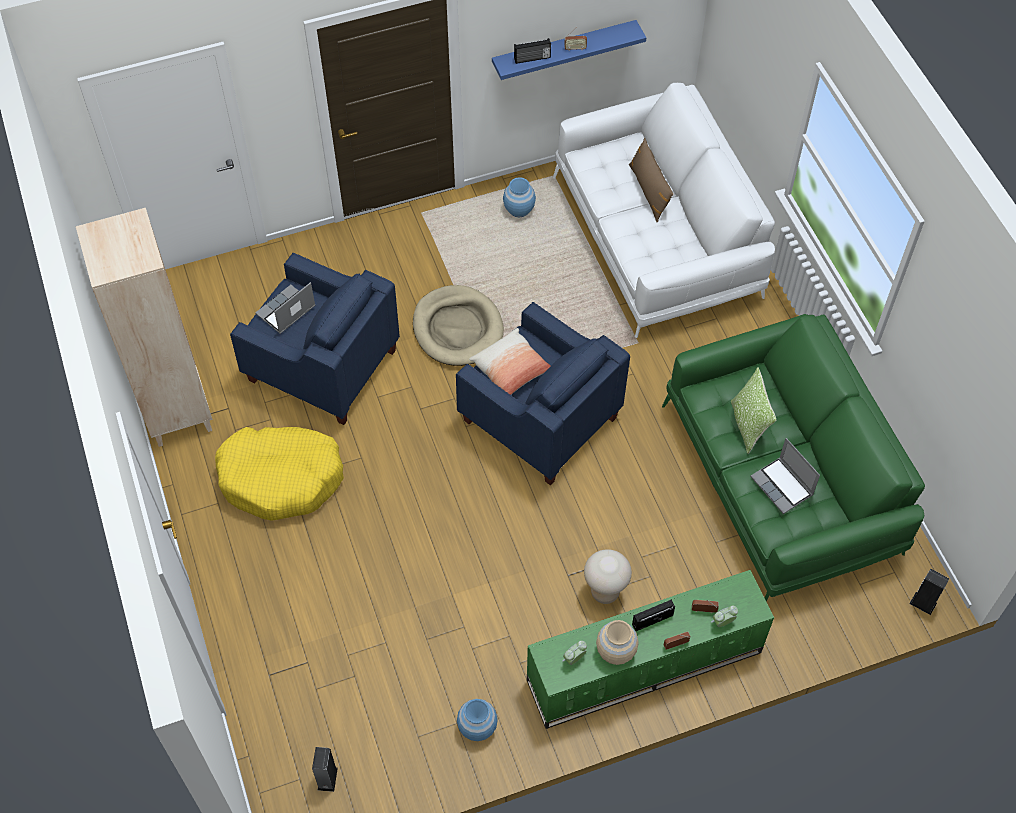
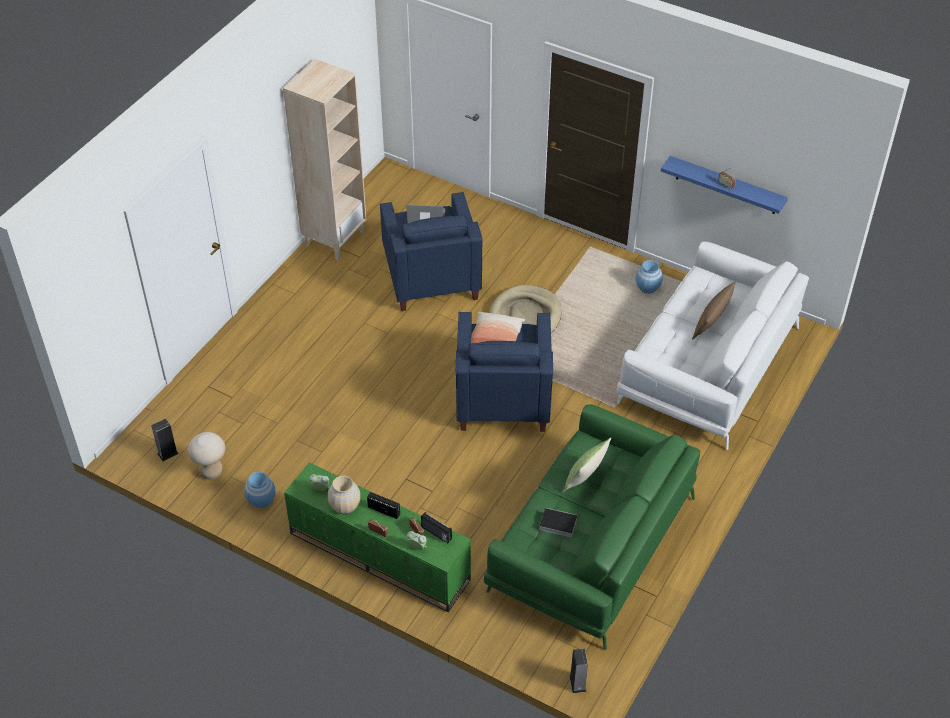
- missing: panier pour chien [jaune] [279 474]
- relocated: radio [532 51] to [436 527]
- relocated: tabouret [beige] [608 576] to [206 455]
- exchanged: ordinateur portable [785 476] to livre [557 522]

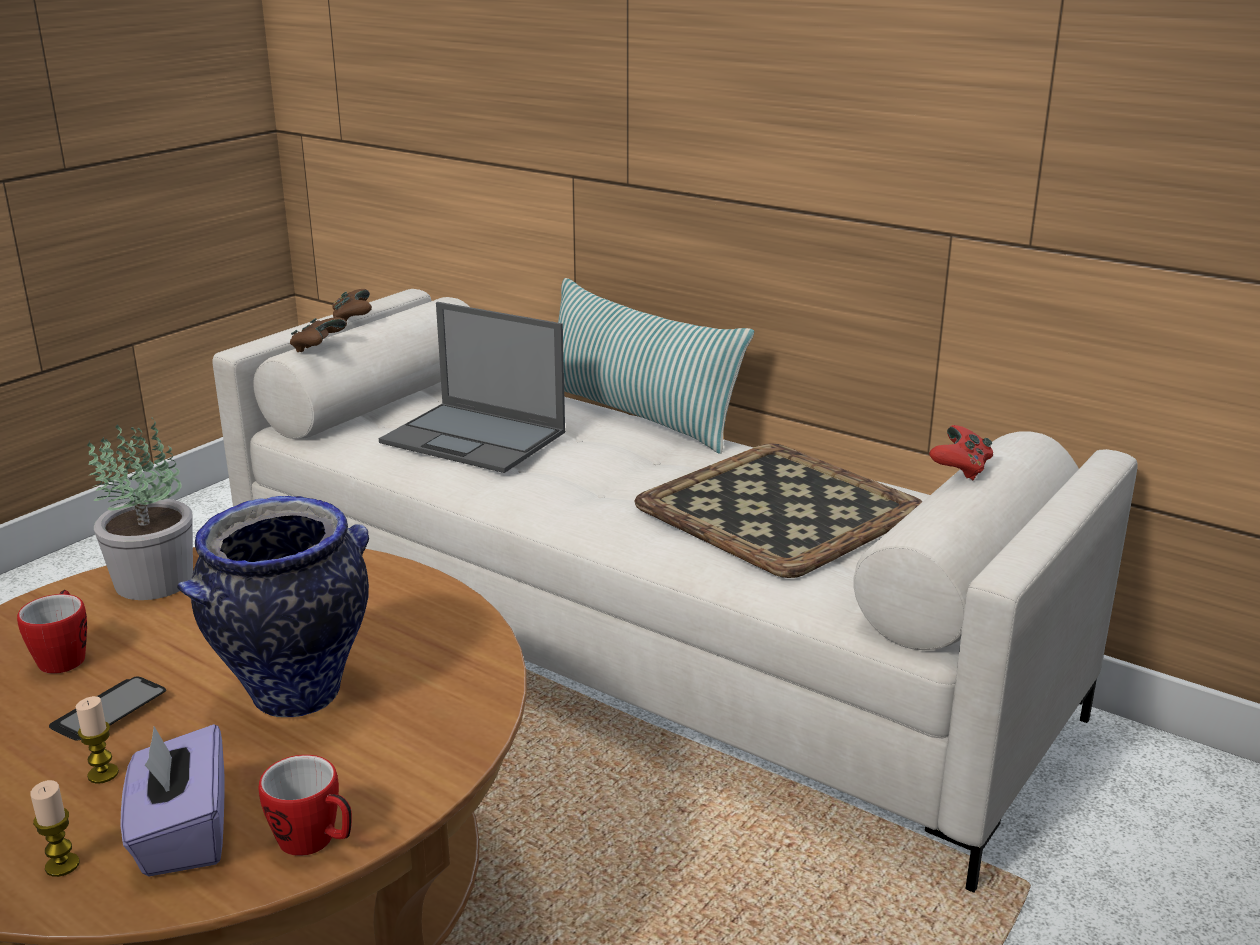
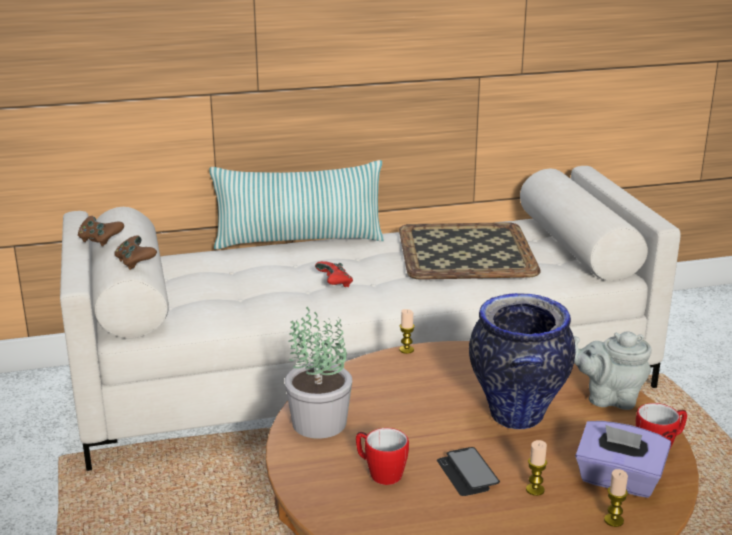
- missing: ordinateur portable [472 387]
- relocated: manette [rouge] [961 452] to [334 274]
- appeared: bougie [407 331]
- appeared: théière [gris] [612 371]

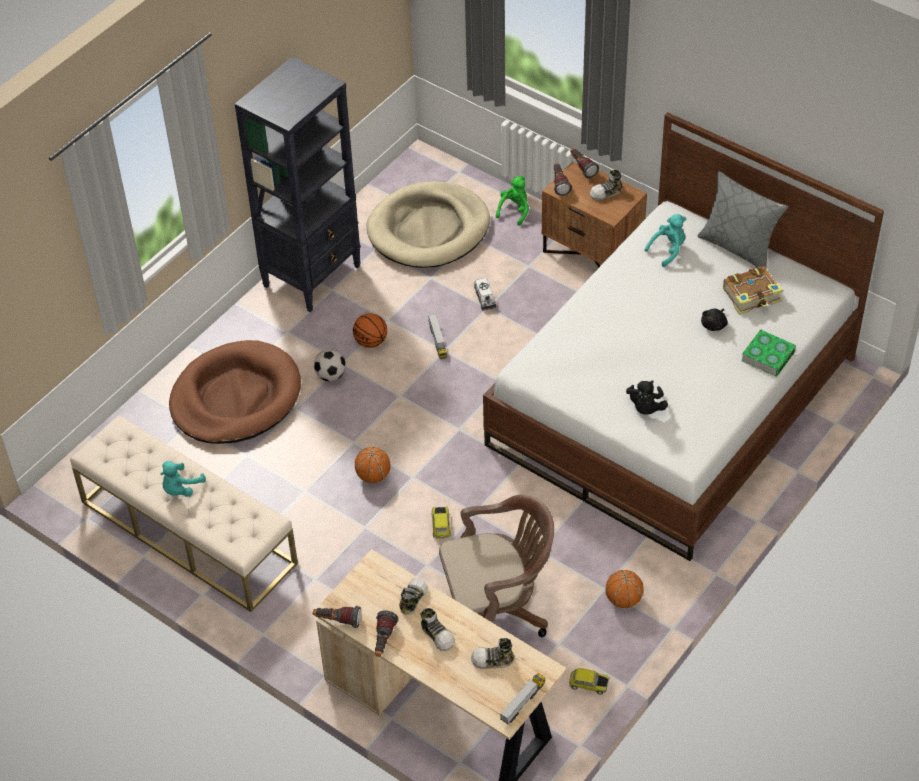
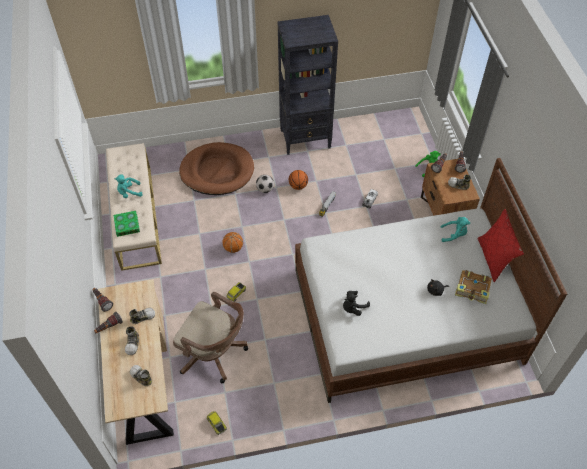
- missing: panier pour chien [beige] [428 224]
- missing: camion jouet [522 698]
- missing: ballon de basket [624 589]
- colour: coussin [gris] [743 219] to coussin [rouge] [501 245]
- relocated: livre [768 353] to [126 224]

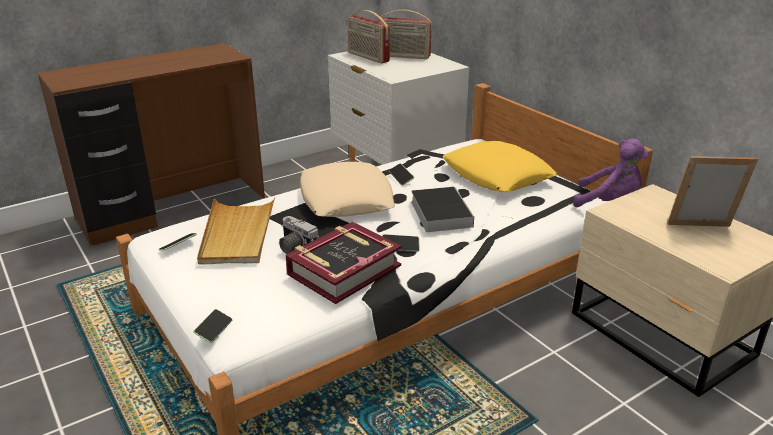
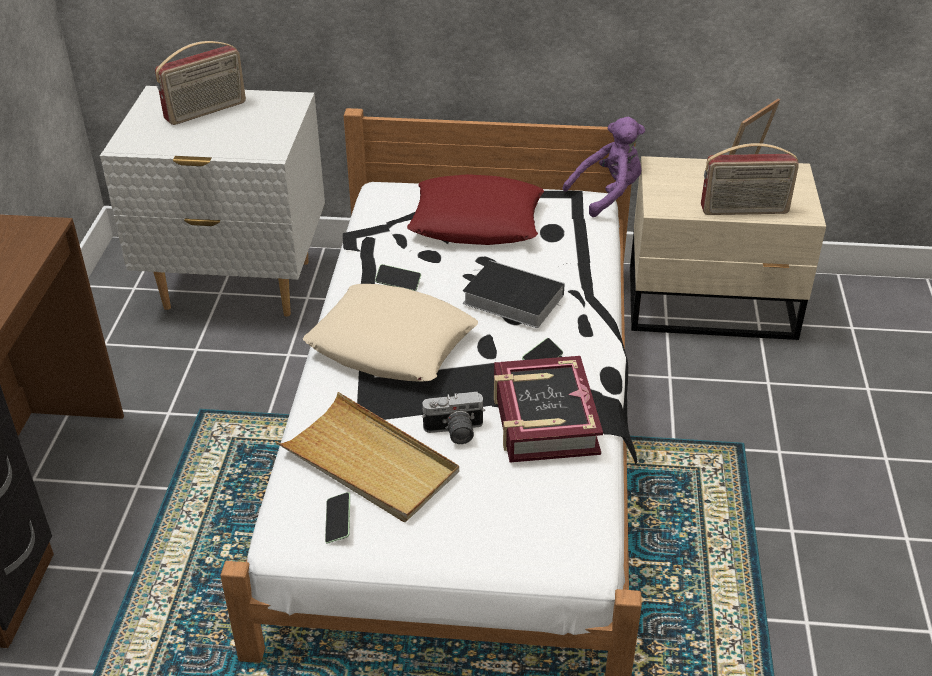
- missing: téléphone [212 326]
- relocated: radio [368 36] to [750 179]
- colour: coussin [jaune] [500 166] to coussin [rouge] [475 209]

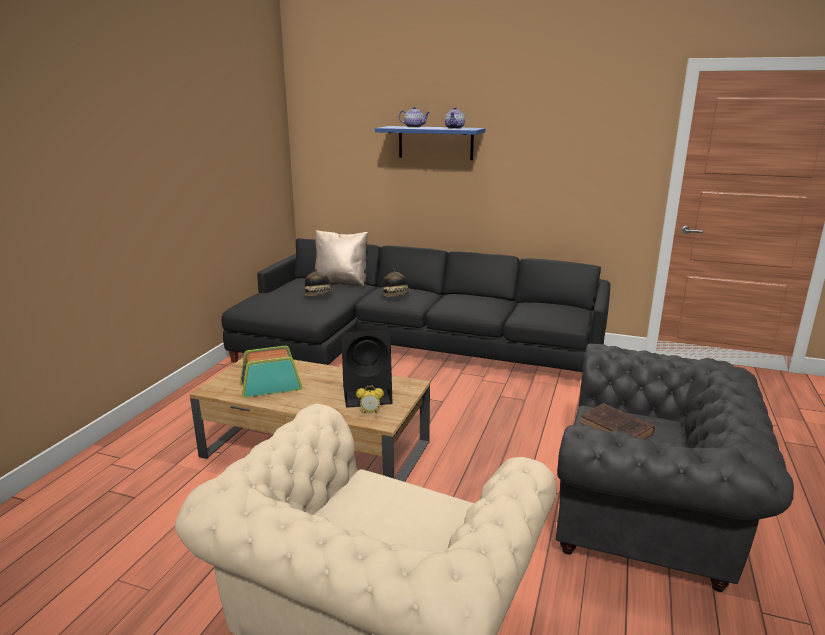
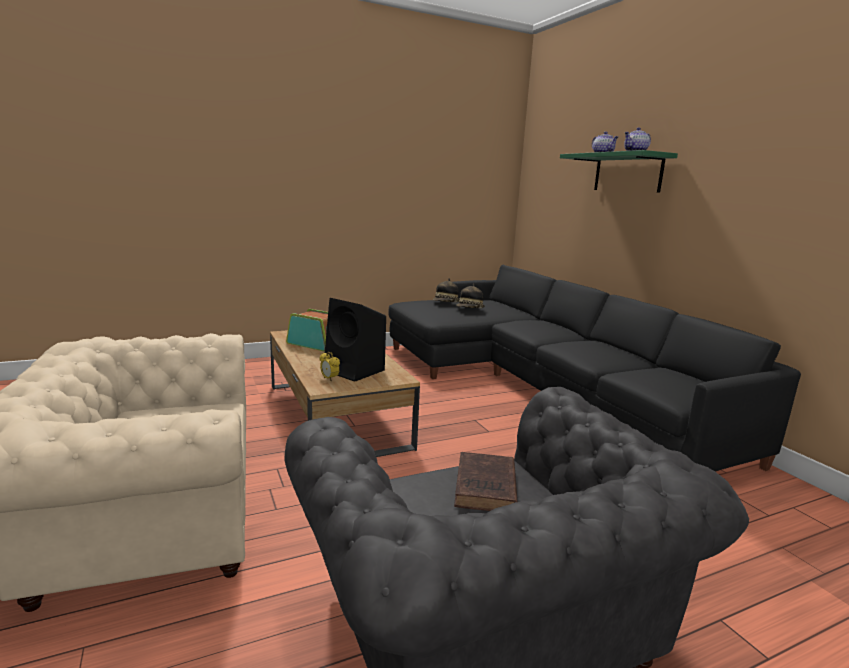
- missing: coussin [beige] [341 258]
- colour: étagère [bleu] [430 143] to étagère [vert] [619 171]
- relocated: chapeau [396 283] to [446 290]

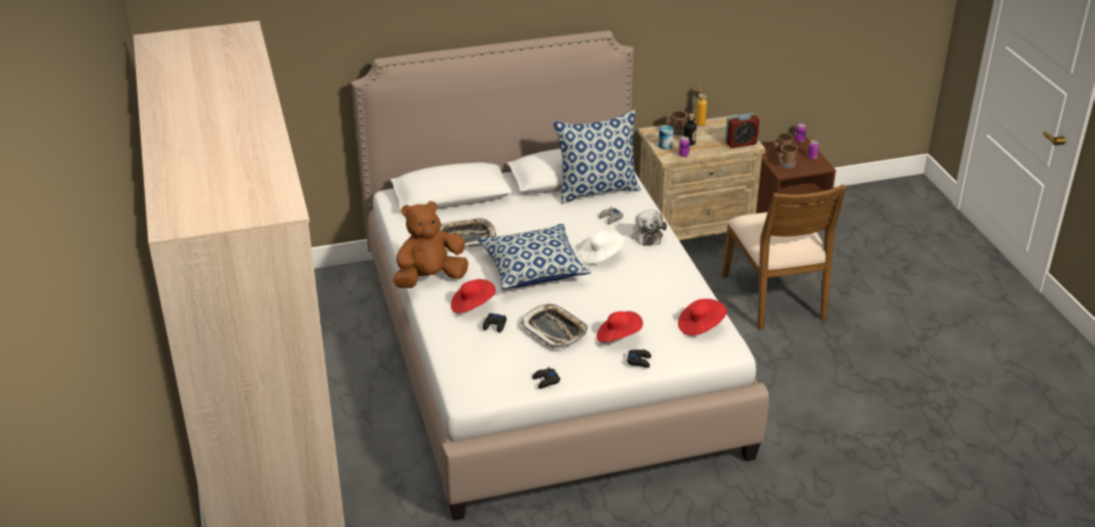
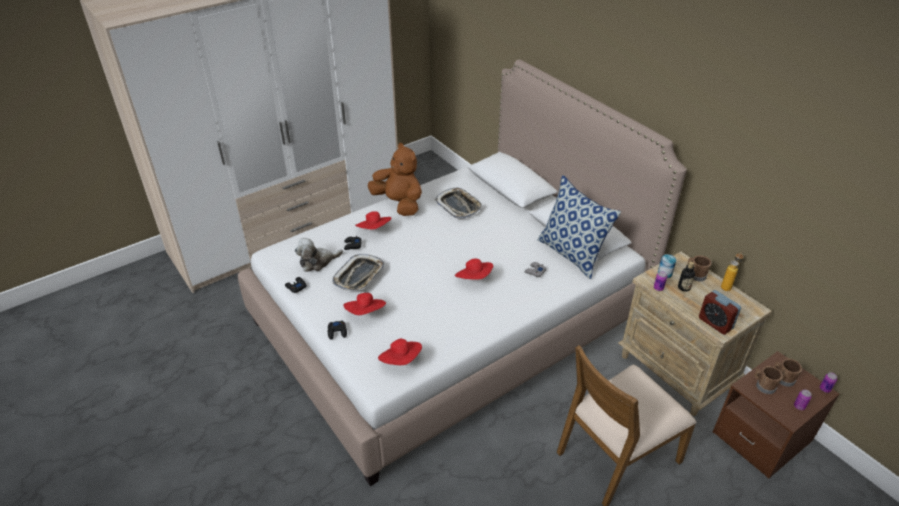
- missing: coussin [535 257]
- colour: chapeau [blanc] [602 247] to chapeau [rouge] [474 269]
- relocated: peluche [649 228] to [319 255]

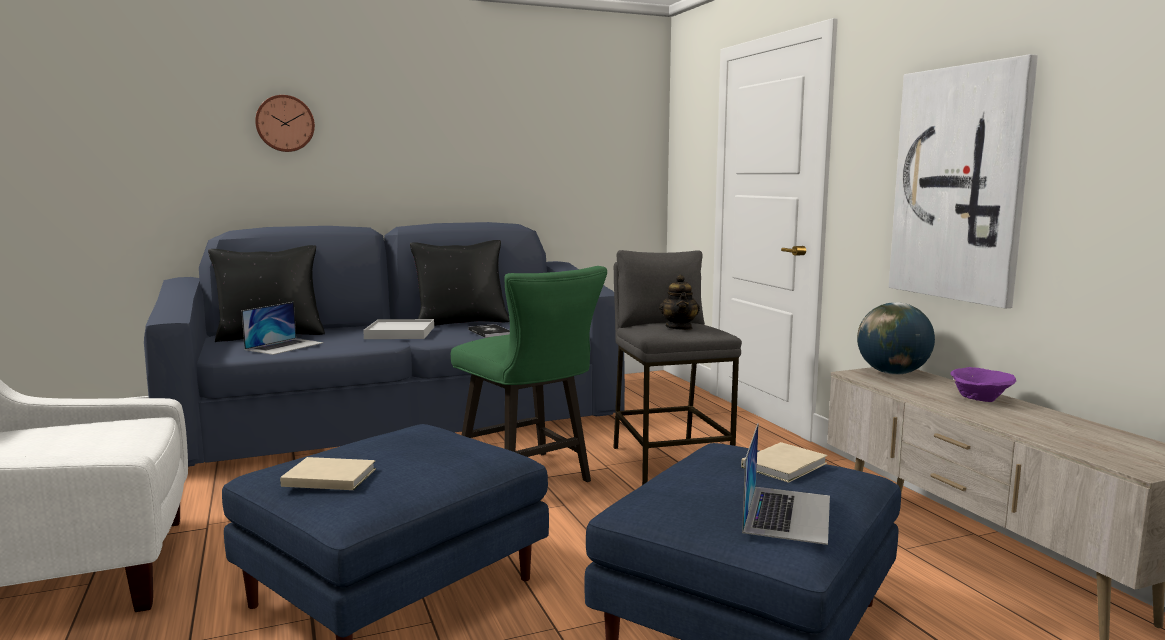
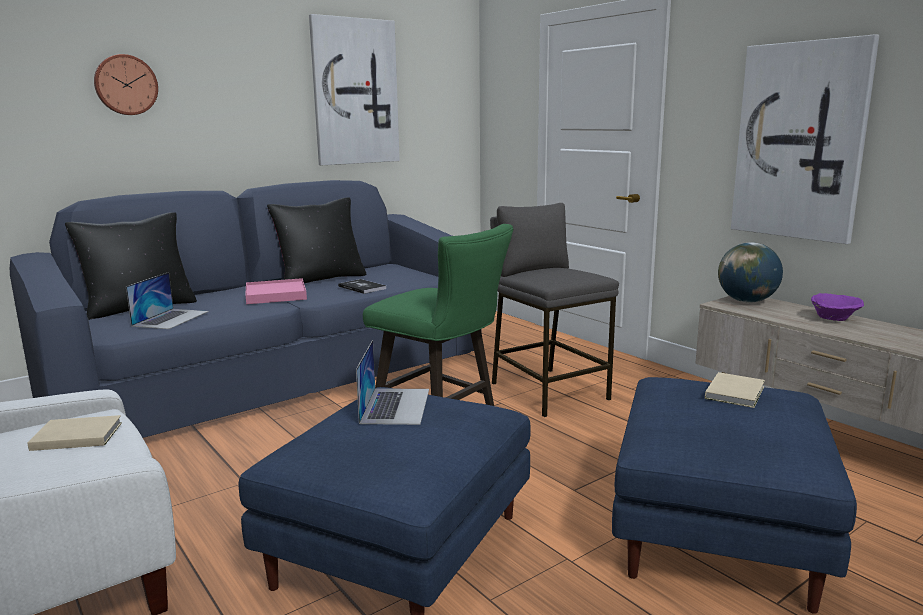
- relocated: livre [beige] [328 473] to [74 433]
- colour: plateau [blanc] [398 329] to plateau [rose] [276 291]
- missing: théière [679 302]
- relocated: ordinateur portable [786 484] to [392 382]
- appeared: tableau [354 89]

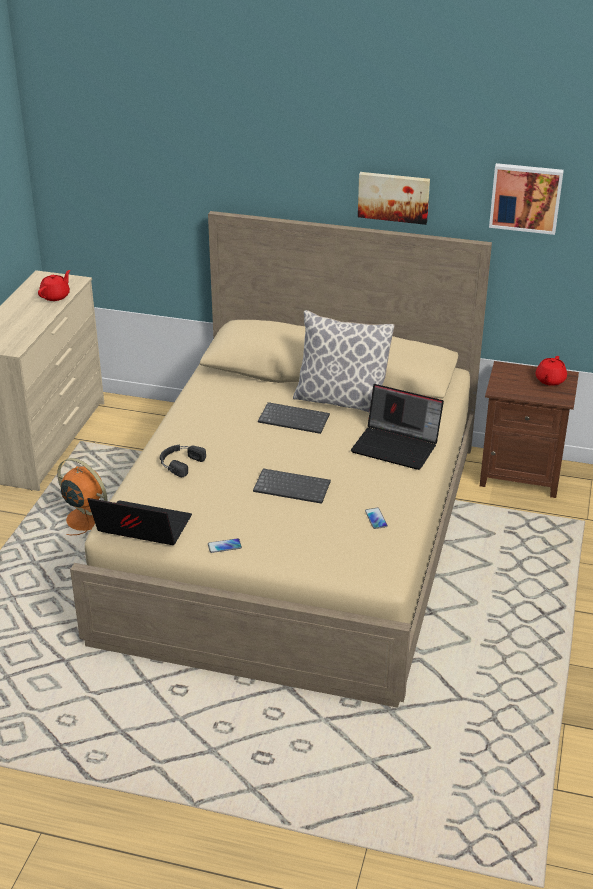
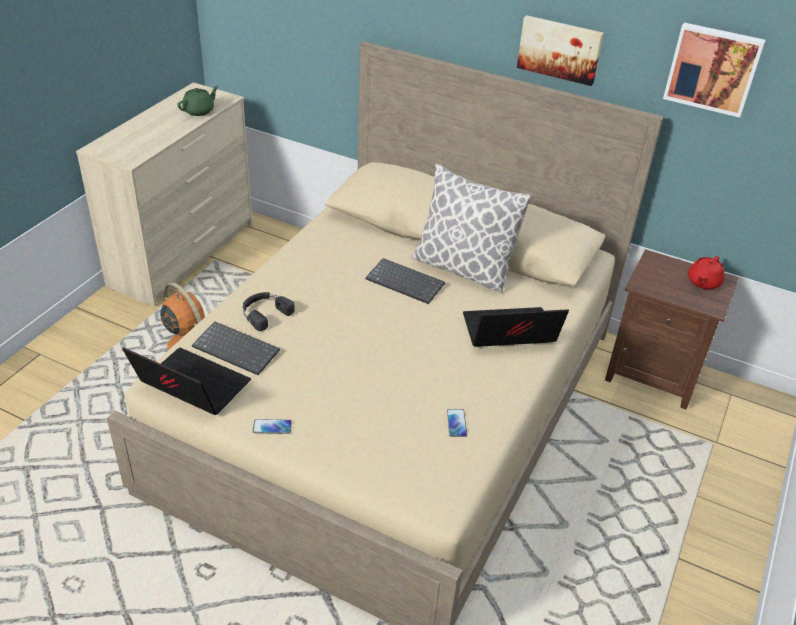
- colour: théière [rouge] [54 285] to théière [vert] [198 101]
- relocated: clavier [292 486] to [236 348]
- spun: ordinateur portable [397 427] = [516 327] 135 degrees clockwise

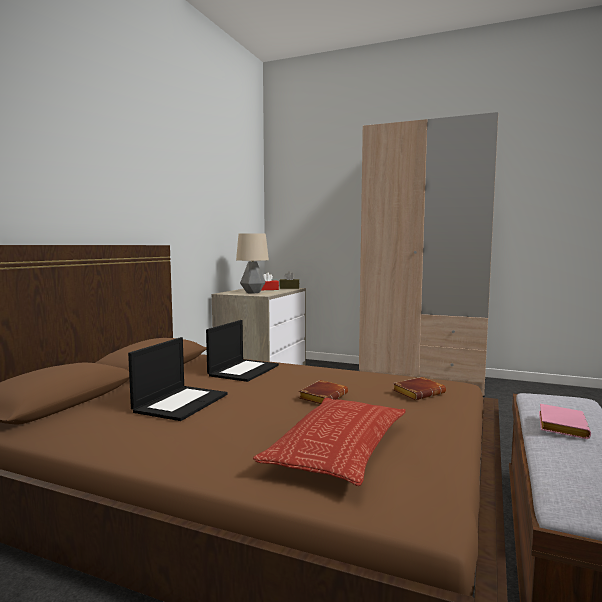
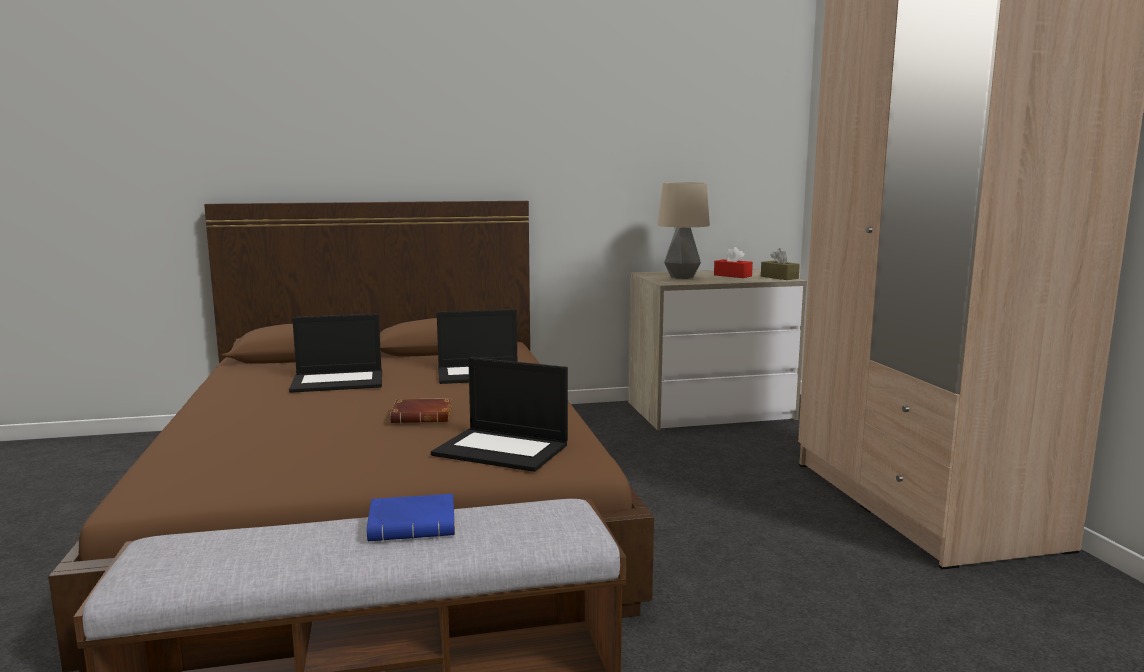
- missing: coussin [329 442]
- exchanged: livre [marron] [419 388] to ordinateur portable [499 414]
- colour: livre [rose] [565 421] to livre [bleu] [411 517]

